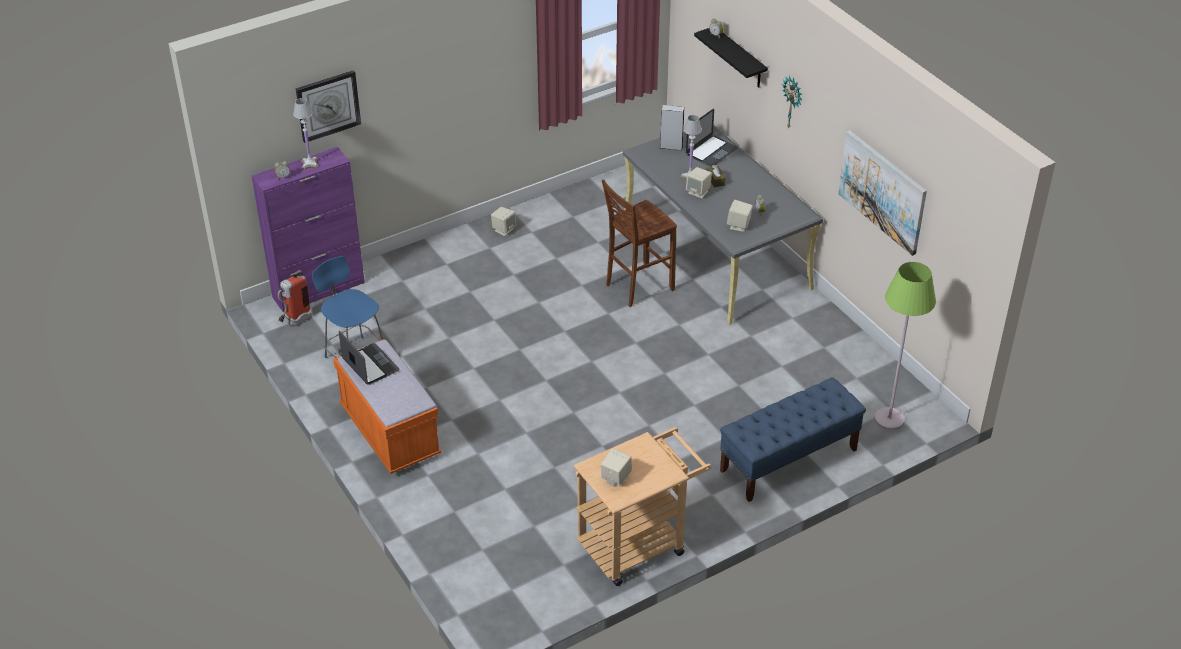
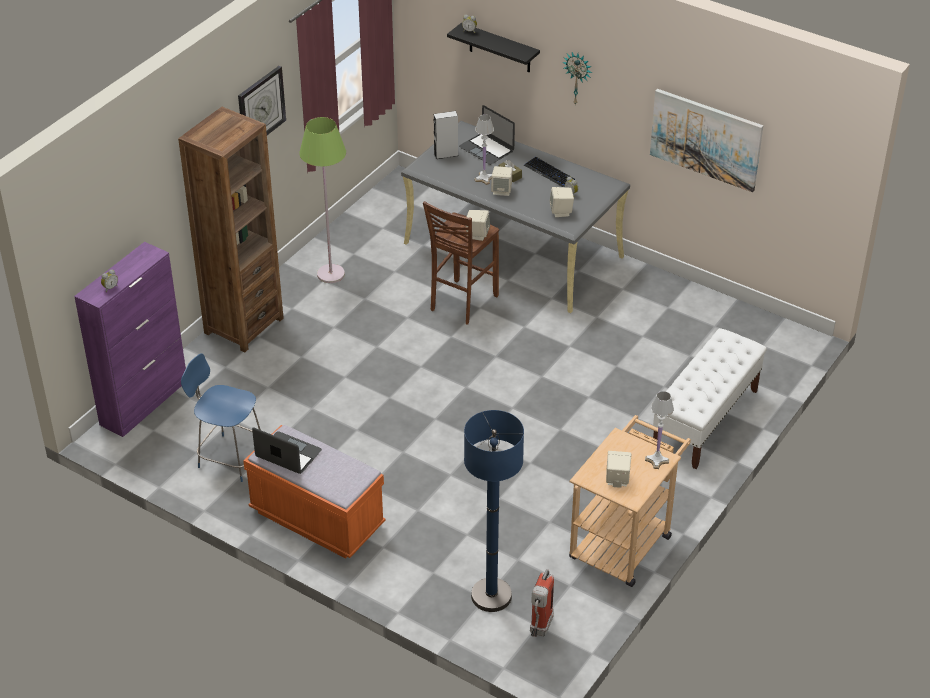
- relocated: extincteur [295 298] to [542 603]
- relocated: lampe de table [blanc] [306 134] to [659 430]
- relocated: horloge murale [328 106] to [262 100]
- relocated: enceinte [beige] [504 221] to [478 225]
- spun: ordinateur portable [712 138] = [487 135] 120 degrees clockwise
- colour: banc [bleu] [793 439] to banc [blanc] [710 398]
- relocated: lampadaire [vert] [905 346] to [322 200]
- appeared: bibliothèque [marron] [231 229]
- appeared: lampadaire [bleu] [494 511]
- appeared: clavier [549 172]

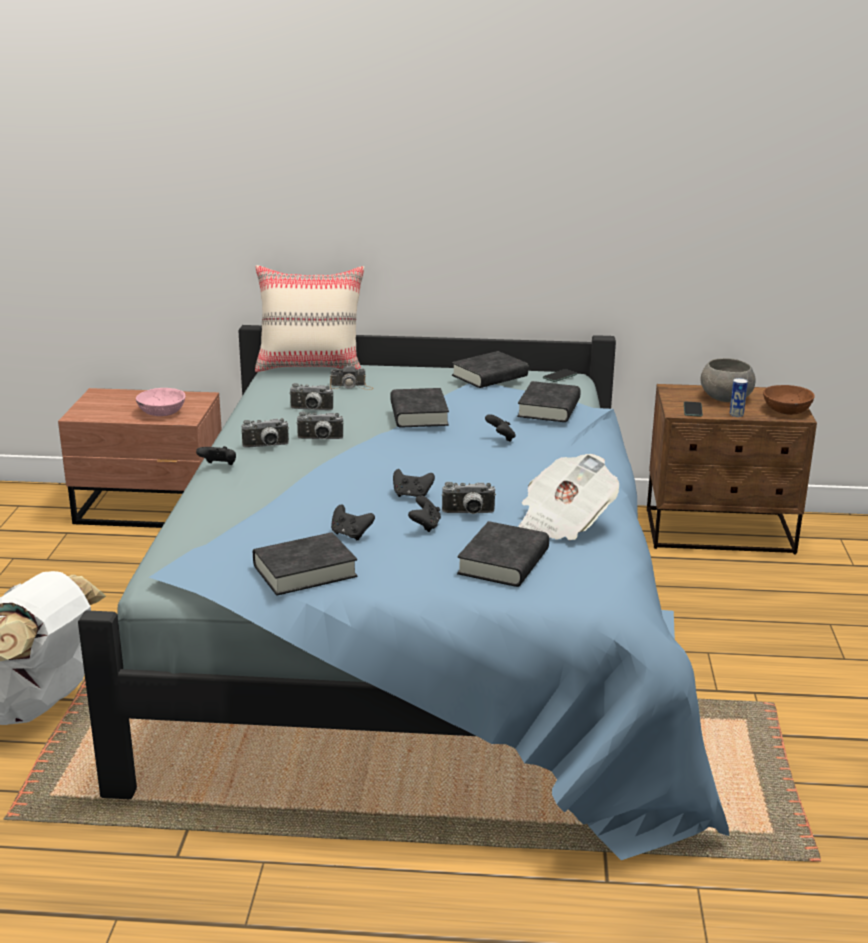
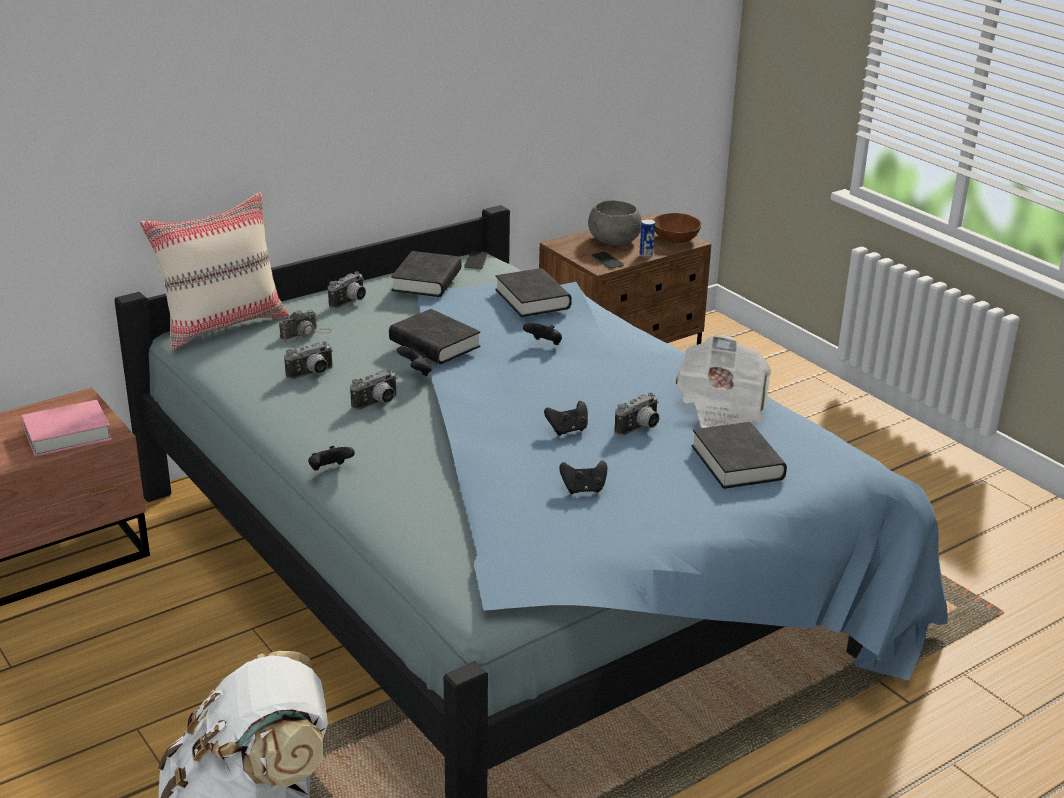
- exchanged: bol [rose] [161 402] to livre [rose] [66 428]
- relocated: appareil photo [265 433] to [347 290]
- missing: livre [noir] [305 564]
- relocated: manette [noir] [424 513] to [414 361]

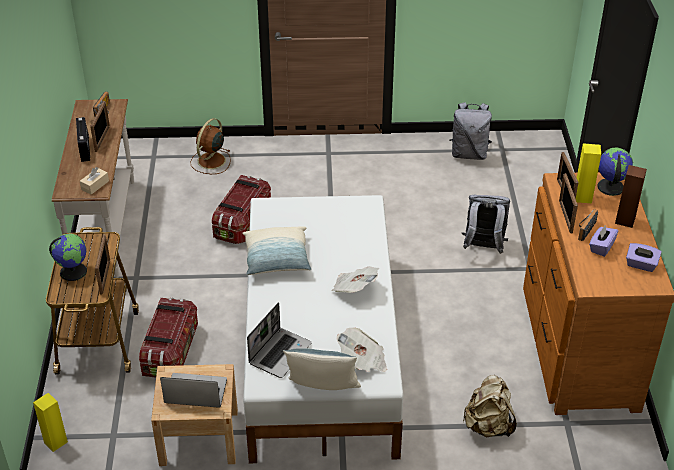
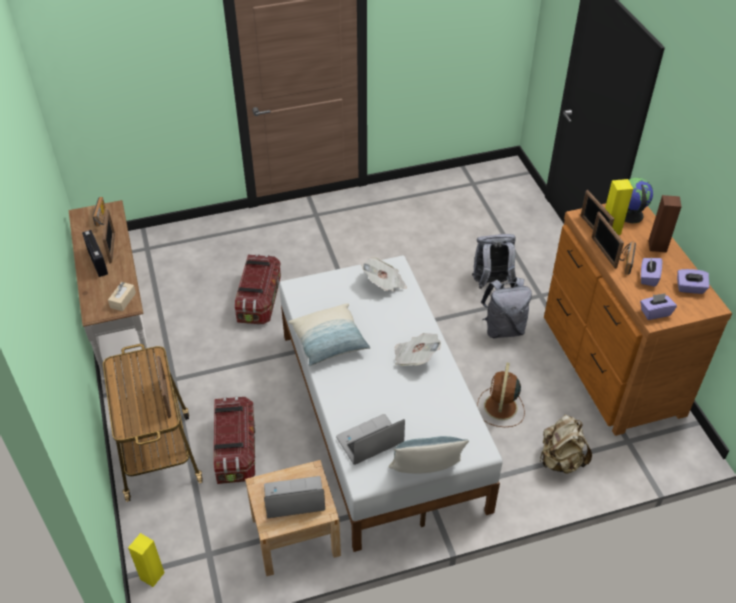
- missing: globe [68 257]
- relocated: ventilateur [marron] [210 146] to [501 395]
- spun: ordinateur portable [279 340] = [370 439] 135 degrees counterclockwise
- relocated: journal [362 350] to [384 274]
- relocated: sac à dos [gris] [470 131] to [506 307]
- appeared: boîte à mouchoirs [violet] [658 306]

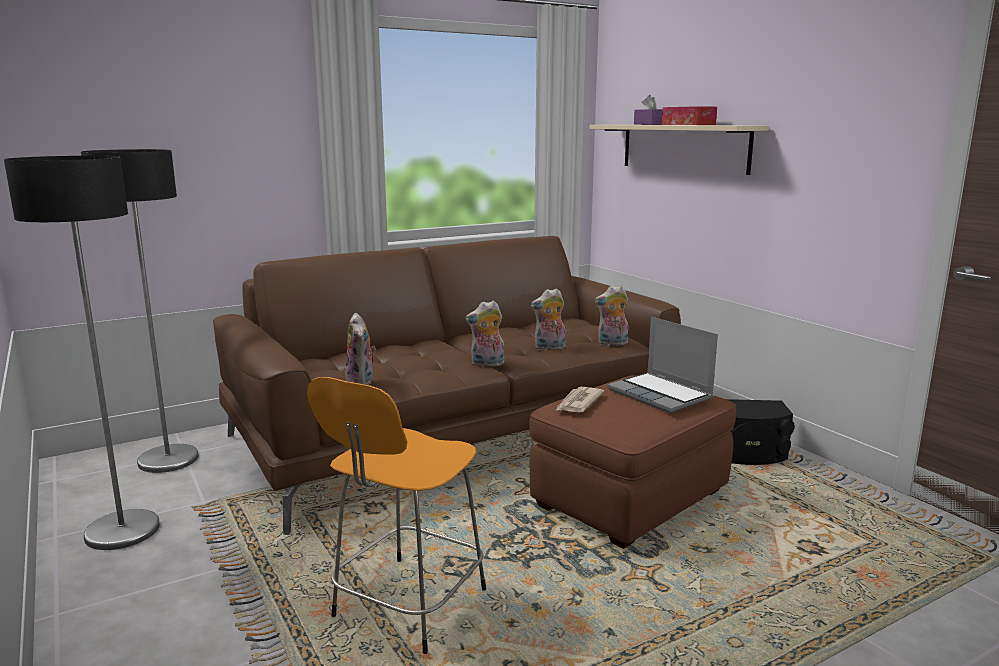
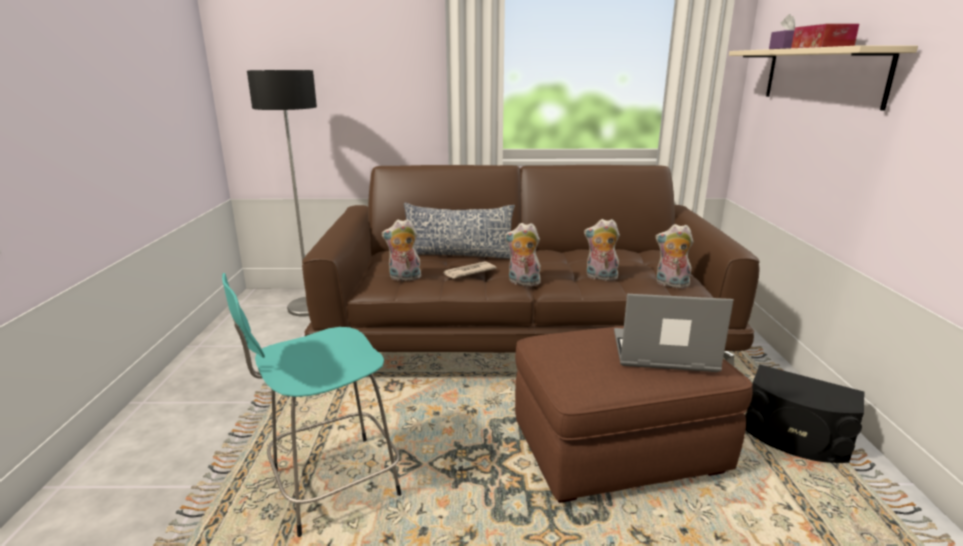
- missing: lampadaire [82 353]
- colour: tabouret [orange] [396 515] to tabouret [turquoise] [311 405]
- spun: peluche [360 349] = [401 250] 75 degrees clockwise
- relocated: journal [579 400] to [470 270]
- spun: ordinateur portable [662 365] = [674 333] 105 degrees clockwise
- appeared: coussin [459 231]

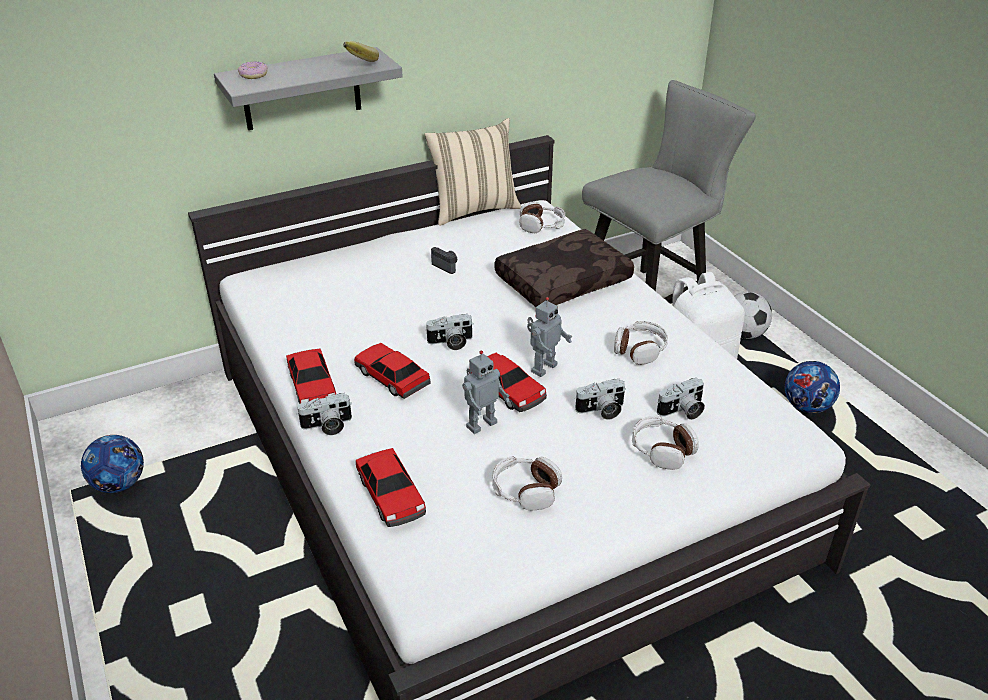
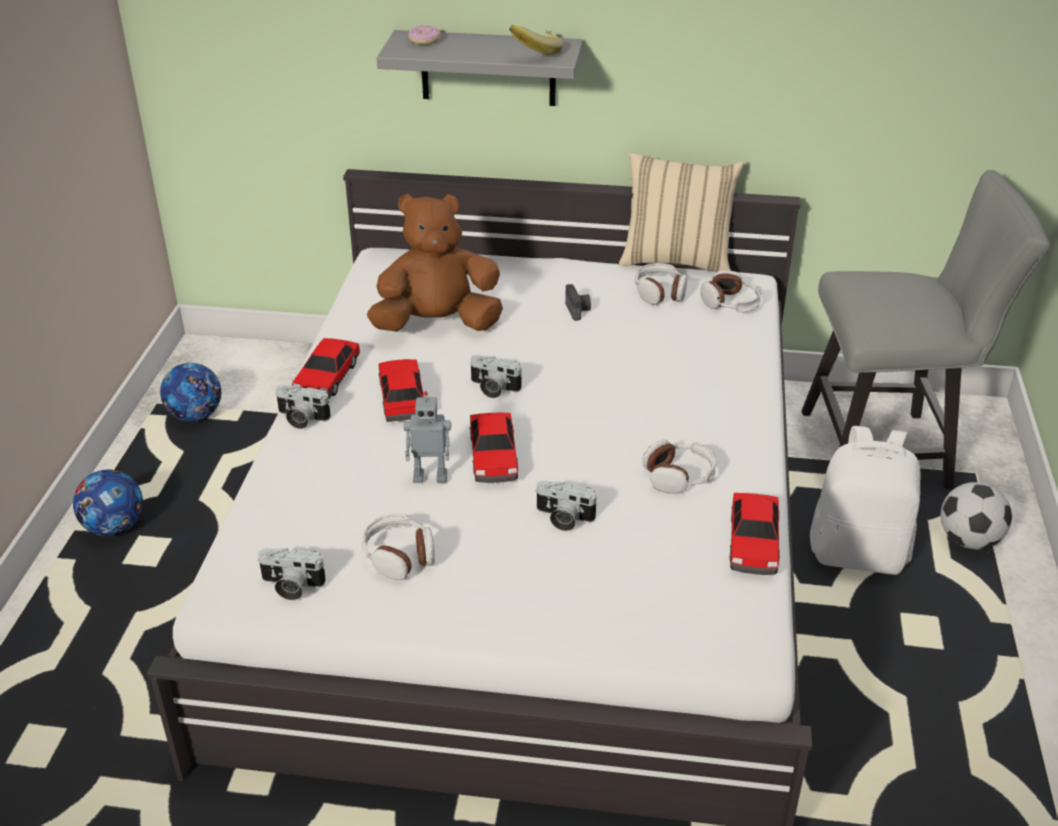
- relocated: petite voiture [391 487] to [754 534]
- missing: coussin [marron] [564 268]
- missing: robot jouet [549 337]
- relocated: casque audio [665 443] to [661 284]
- relocated: appareil photo [681 398] to [291 574]
- relocated: ballon de foot [812 387] to [108 503]
- appeared: peluche [marron] [435 263]

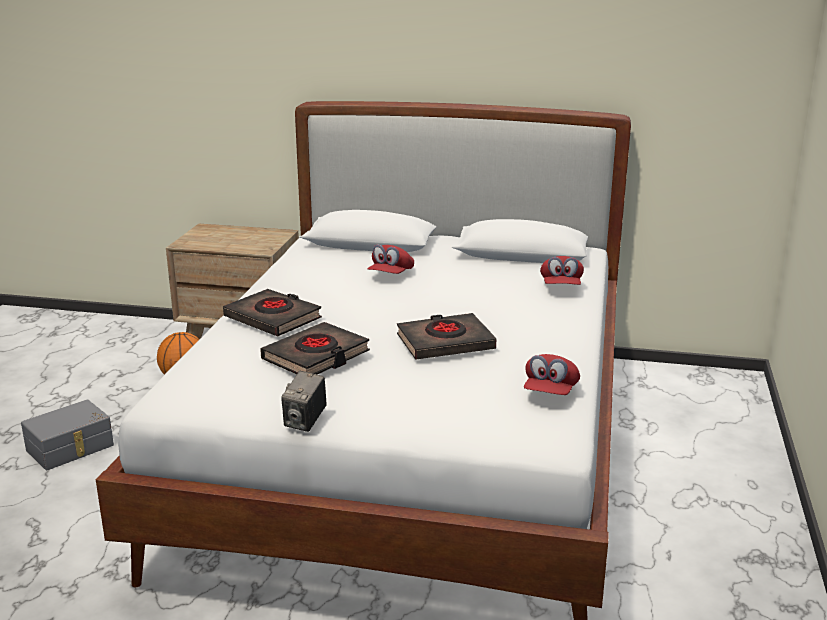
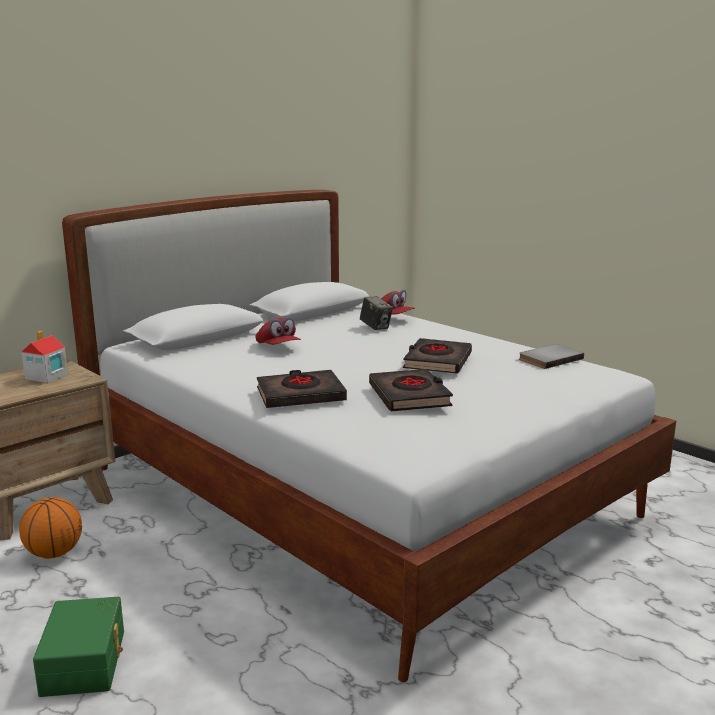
- colour: boîte de rangement [gris] [67 434] to boîte de rangement [vert] [78 647]
- relocated: appareil photo [304 401] to [376 313]
- exchanged: casquette [rouge] [552 374] to livre [gris] [551 356]
- appeared: maison miniature [44 357]

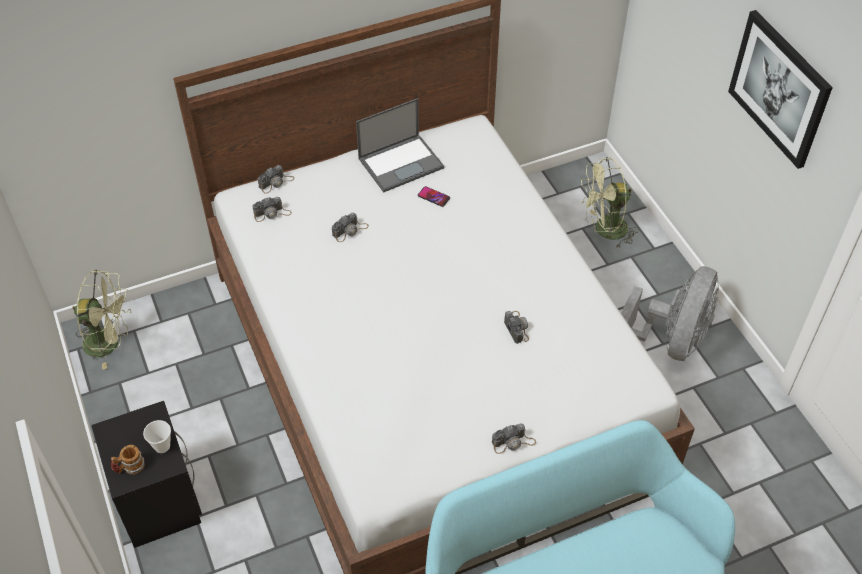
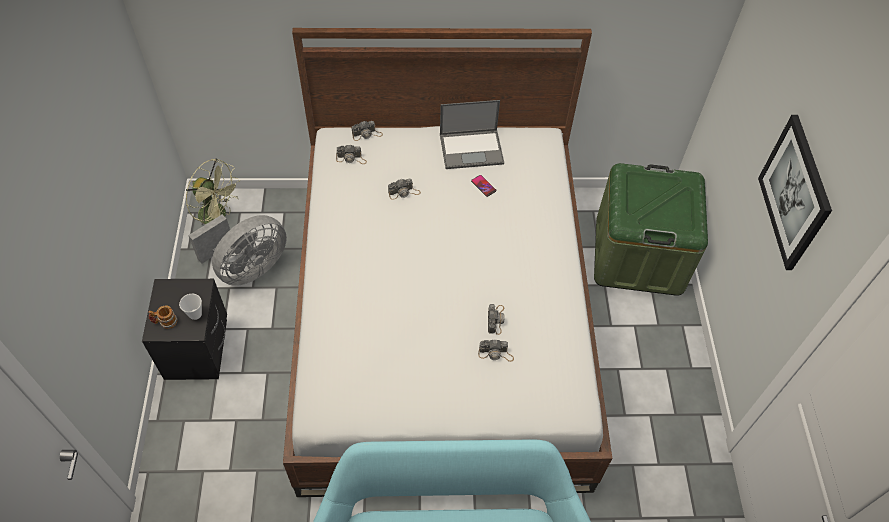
- relocated: appareil photo [514 438] to [496 350]
- exchanged: ventilateur [vert] [610 203] to boîte de rangement [vert] [651 229]
- relocated: ventilateur [gris] [670 313] to [237 250]

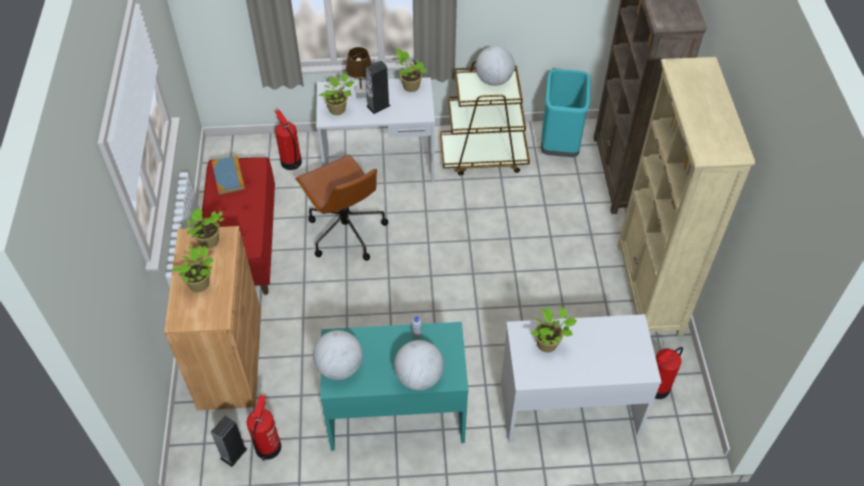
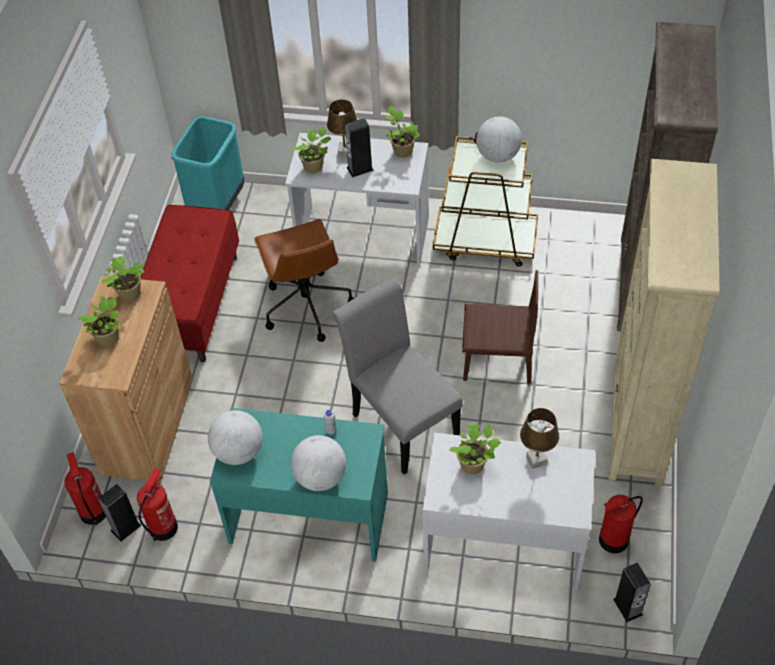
- missing: livre [228 175]
- relocated: extincteur [288 140] to [85 488]
- relocated: poubelle [turquoise] [566 113] to [207 163]
- appeared: chaise [gris] [397 375]
- appeared: chaise [marron] [500 327]
- appeared: lampe de table [marron] [539 438]
- appeared: enceinte [632 592]

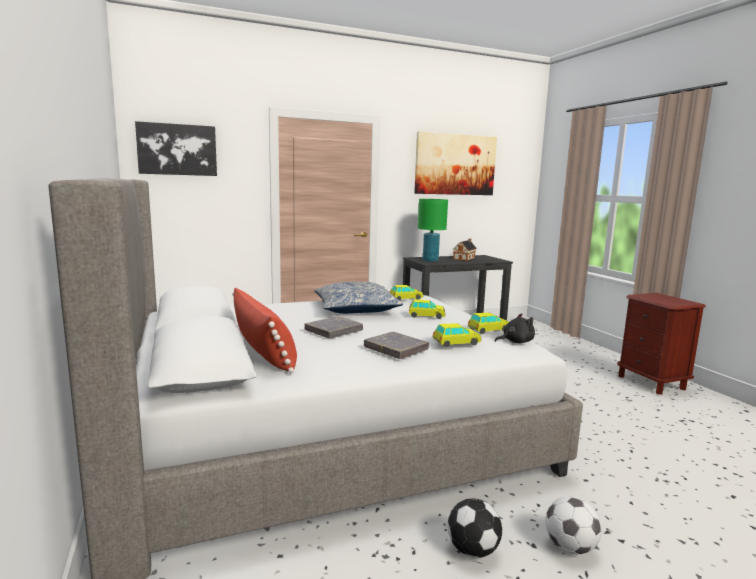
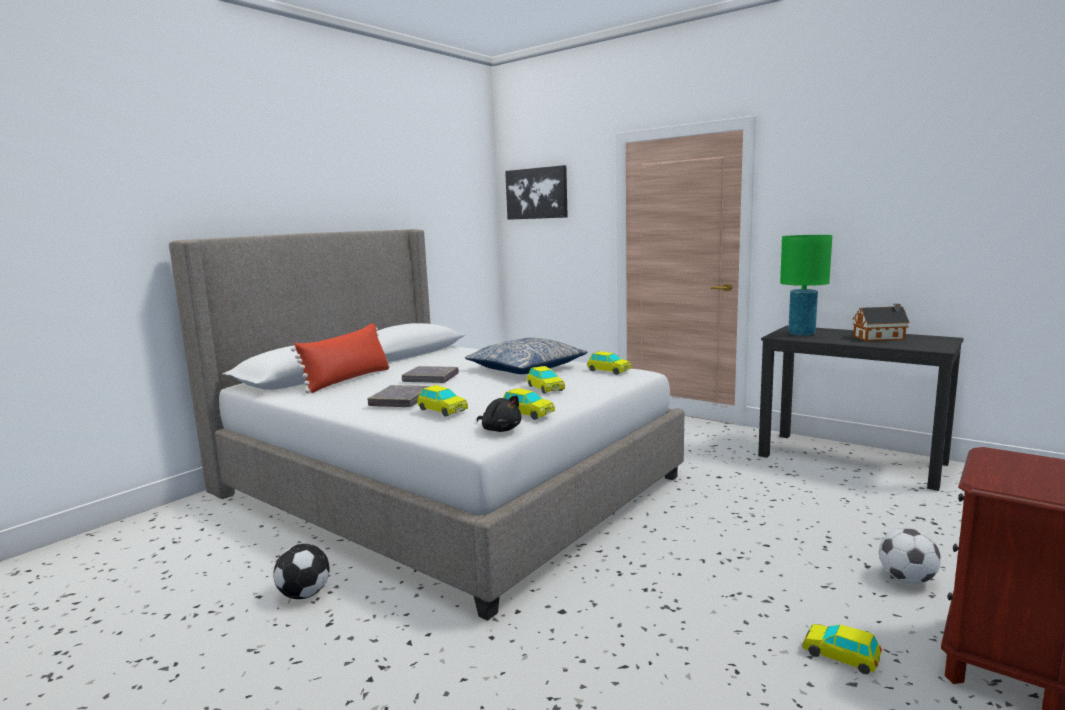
- missing: tableau [455 163]
- relocated: ballon de foot [574 525] to [910 556]
- appeared: petite voiture [842 649]

